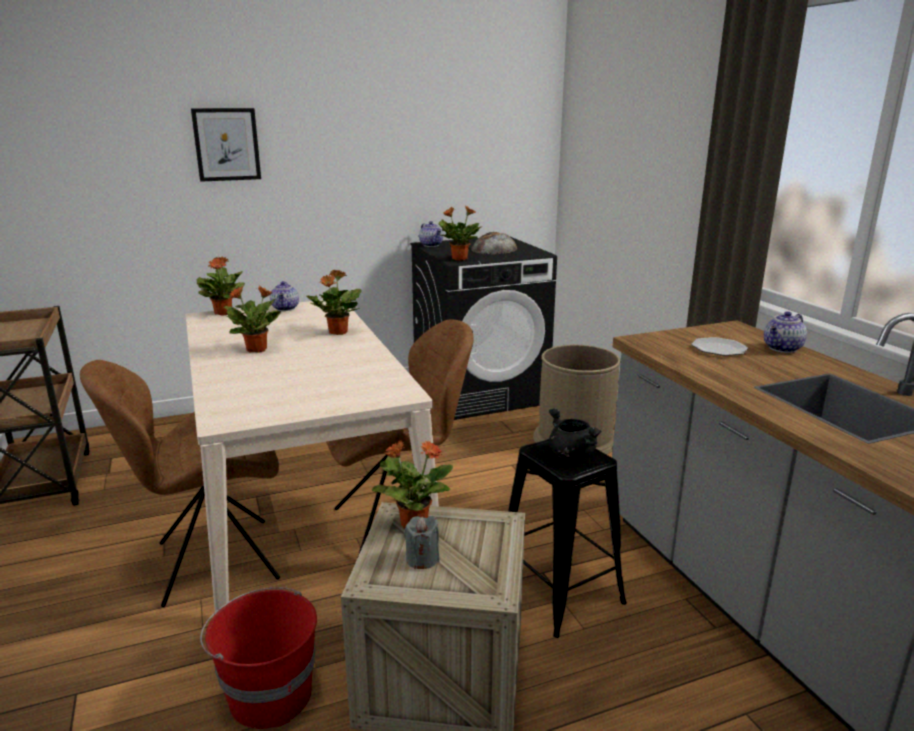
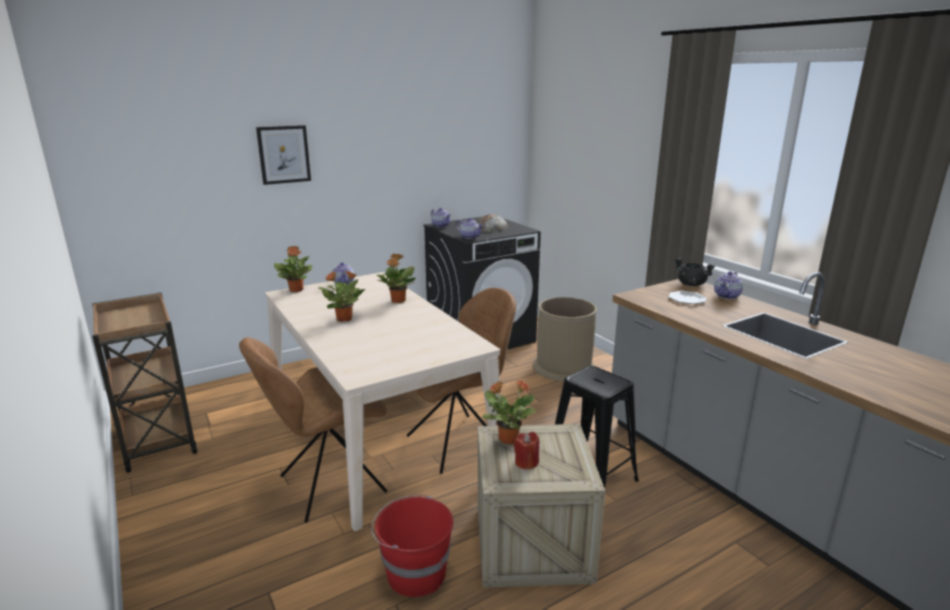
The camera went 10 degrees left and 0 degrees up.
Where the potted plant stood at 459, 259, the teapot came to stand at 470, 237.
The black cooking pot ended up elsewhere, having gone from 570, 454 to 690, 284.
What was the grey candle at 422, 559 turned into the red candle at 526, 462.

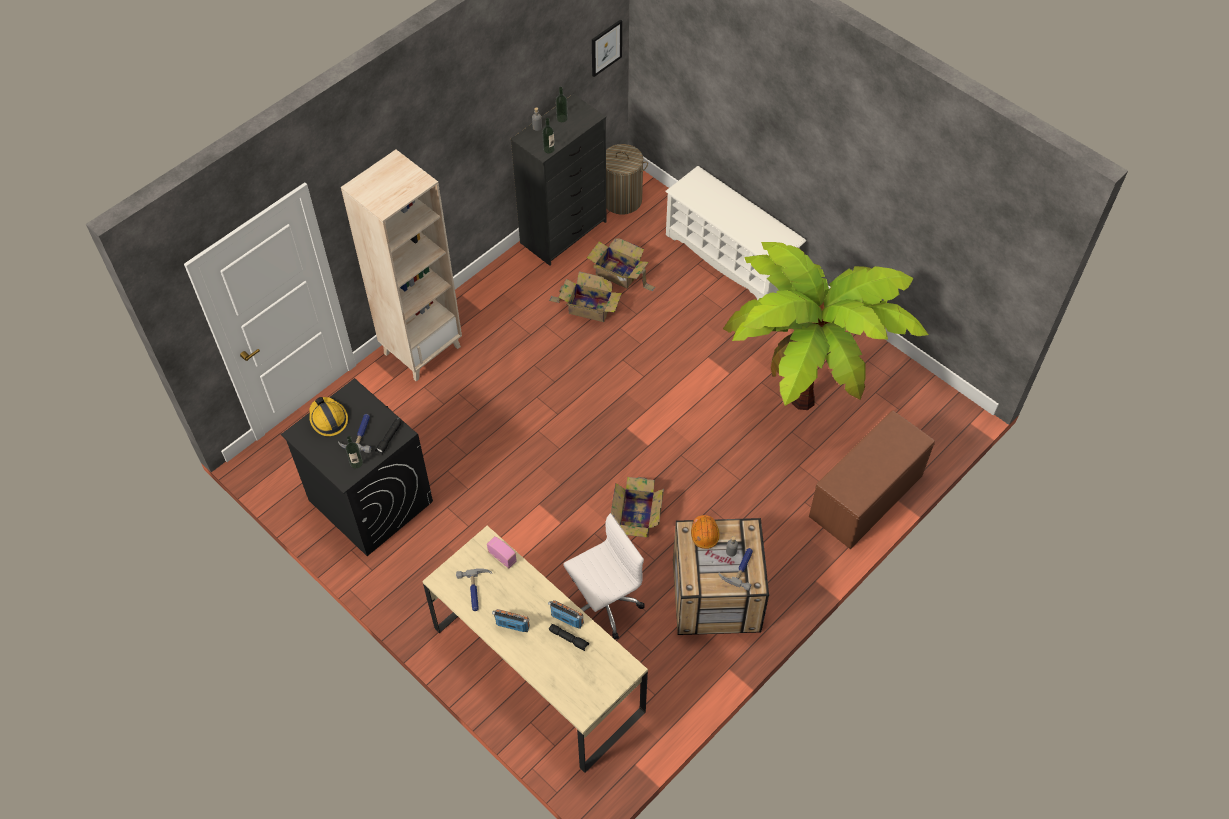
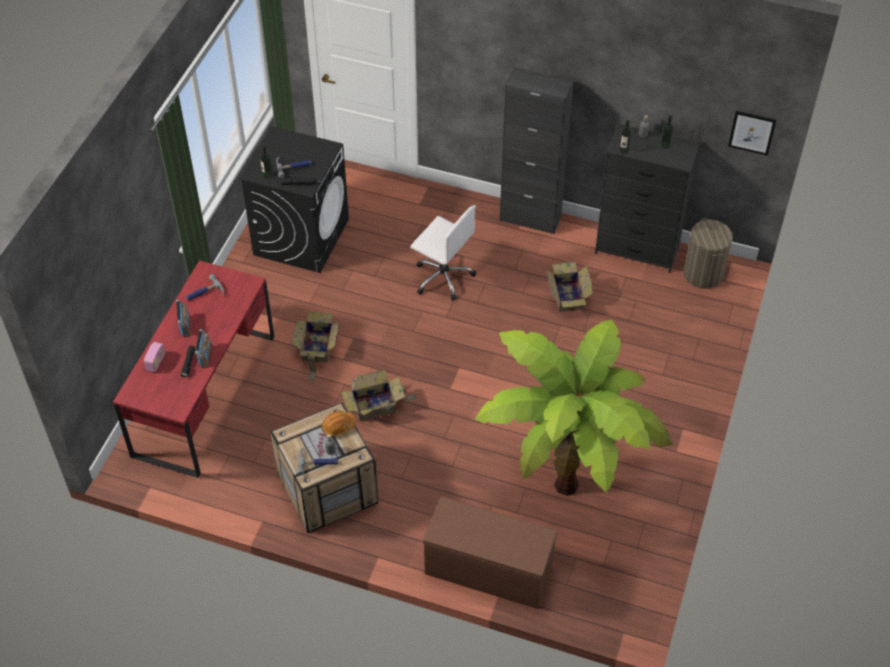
The camera went 65 degrees right and 5 degrees down.
The second view lost the beige bookcase at 422, 349.
The second view lost the white shoe rack at 730, 257.
The cardboard box ended up elsewhere, having gone from 619, 274 to 316, 348.
The second view lost the hard hat at 328, 419.
The white office chair ended up elsewhere, having gone from 603, 603 to 442, 276.
What was the beige desk at 538, 669 turned into the red desk at 205, 395.
The radio ended up elsewhere, having gone from 502, 557 to 156, 362.
The second view gained the black cabinet at 530, 218.

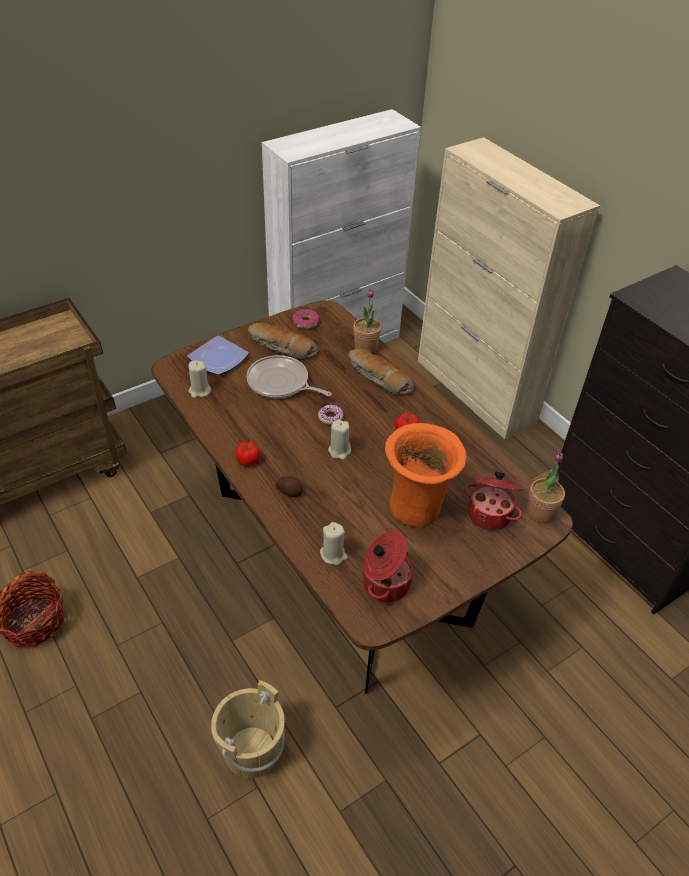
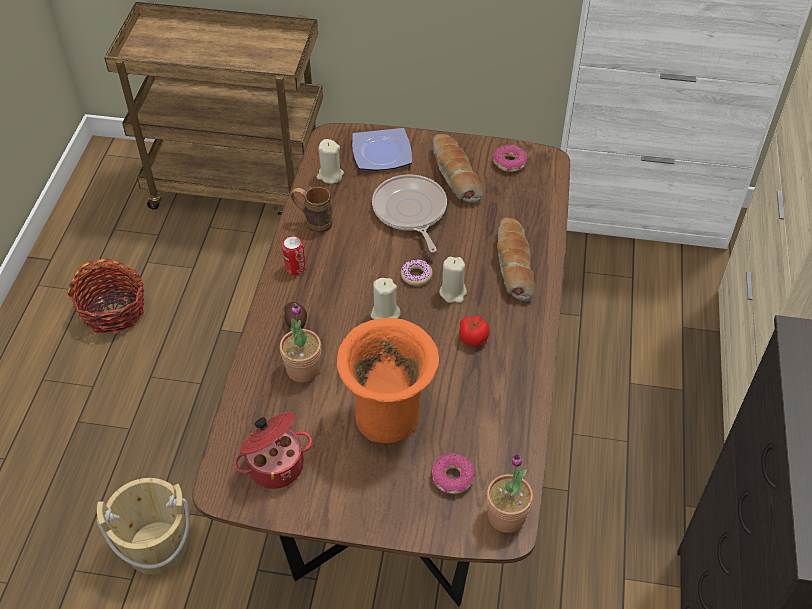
The camera went 45 degrees right and 5 degrees up.
The potted plant ended up elsewhere, having gone from 366, 347 to 303, 369.
Where the tomato stood at 247, 460, the can came to stand at 295, 268.
Where the cooking pot stood at 490, 513, the donut came to stand at 452, 478.
The beige candle ended up elsewhere, having gone from 333, 554 to 453, 292.
The second view gained the brown mug at 313, 222.

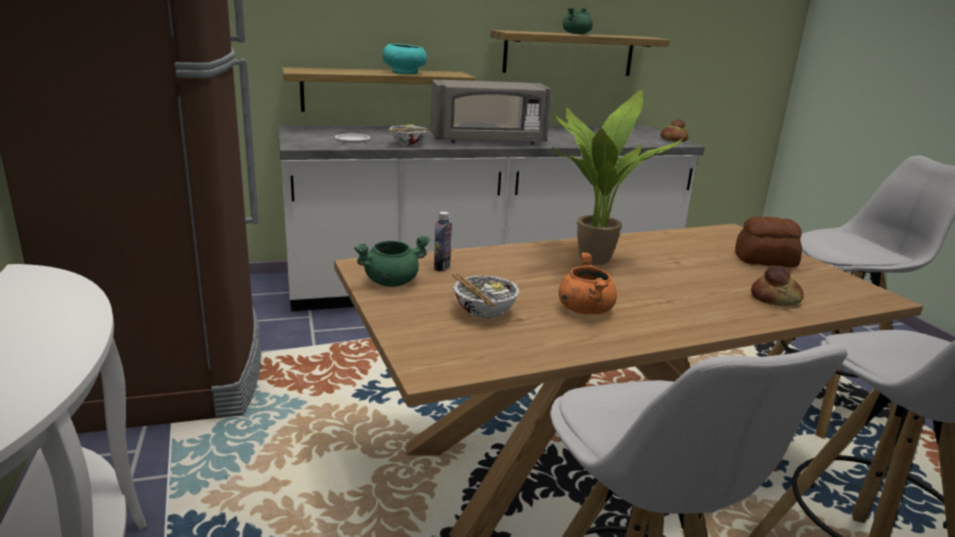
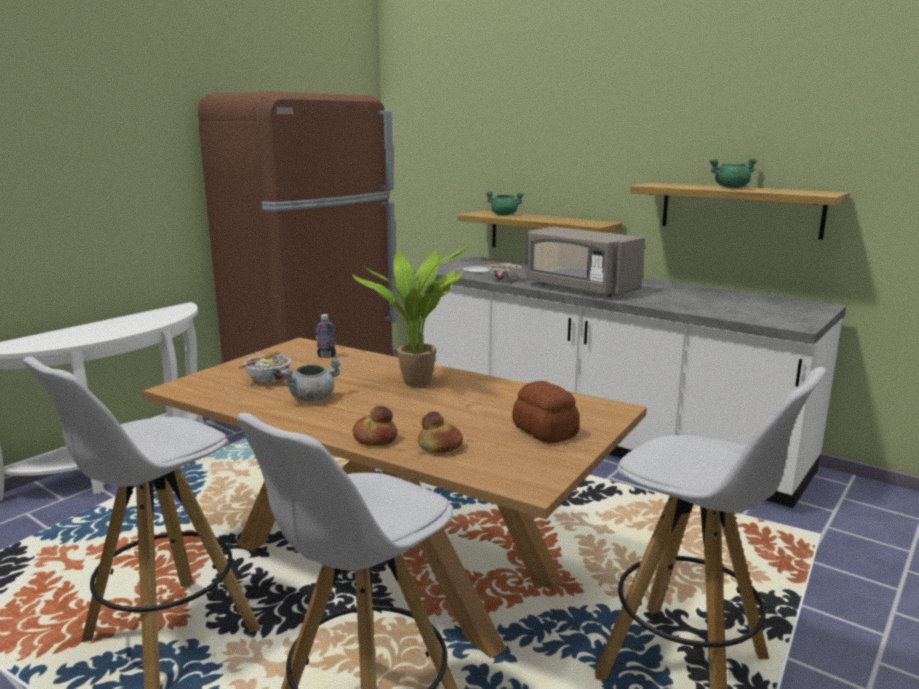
The camera went 55 degrees right and 5 degrees down.
The second view lost the turquoise bowl at 405, 72.
The bread ended up elsewhere, having gone from 673, 140 to 375, 438.
The green cooking pot ended up elsewhere, having gone from 391, 282 to 504, 215.
What was the orange cooking pot at 585, 309 turned into the grey cooking pot at 312, 398.

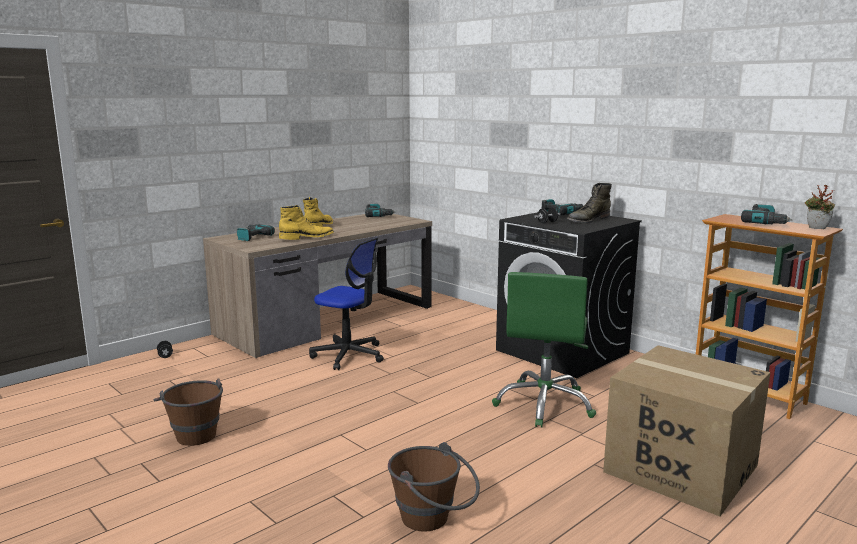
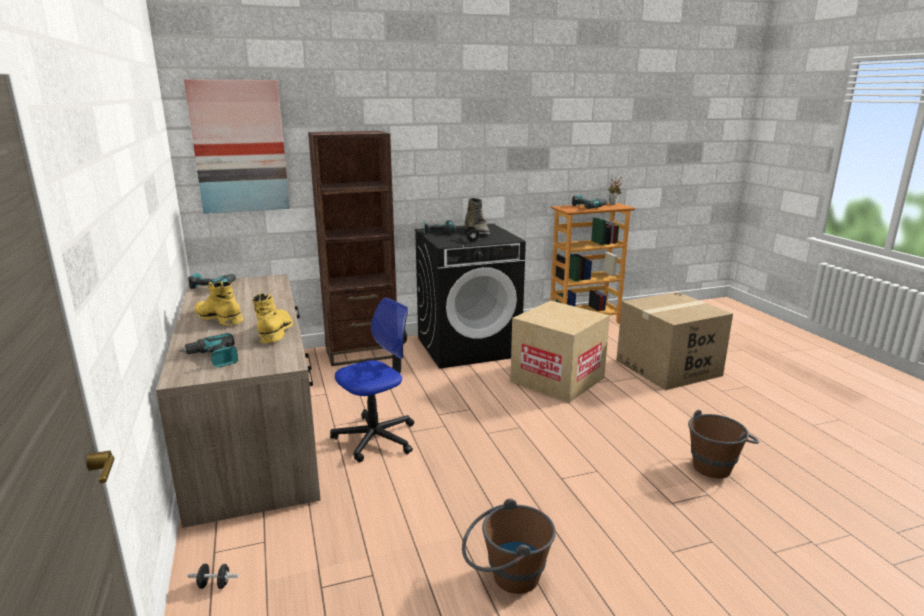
The camera went 65 degrees left and 5 degrees up.
Where the green office chair stood at 544, 404, the cardboard box came to stand at 557, 379.
The second view gained the picture at 239, 147.
The second view gained the brown bookcase at 361, 352.

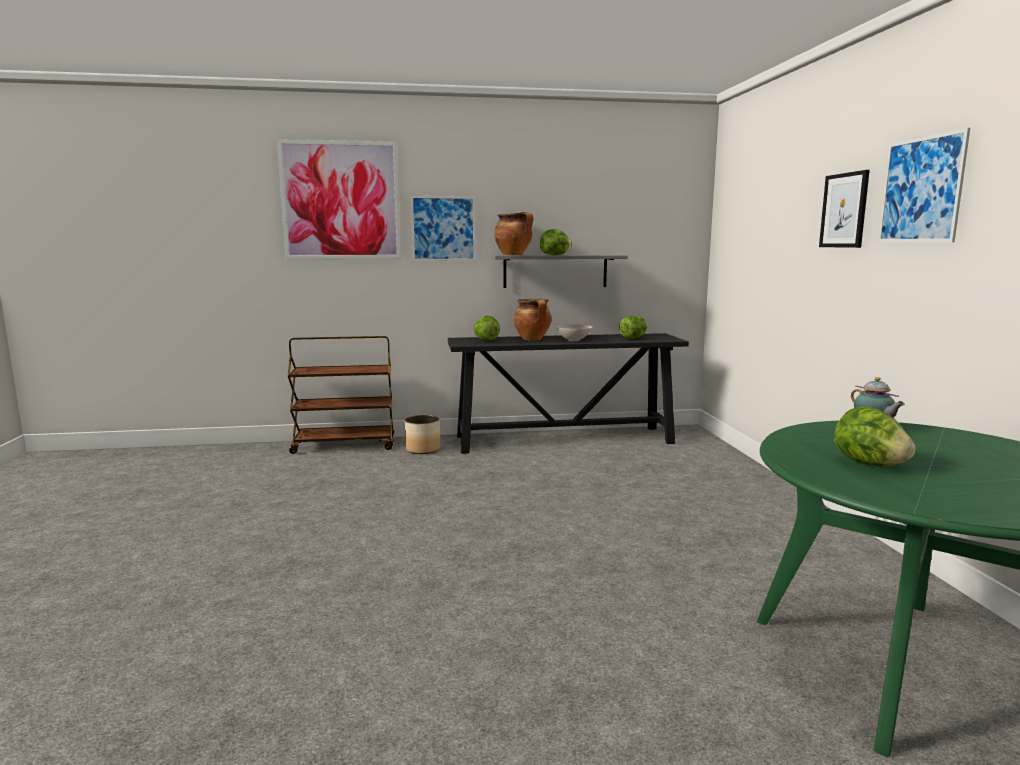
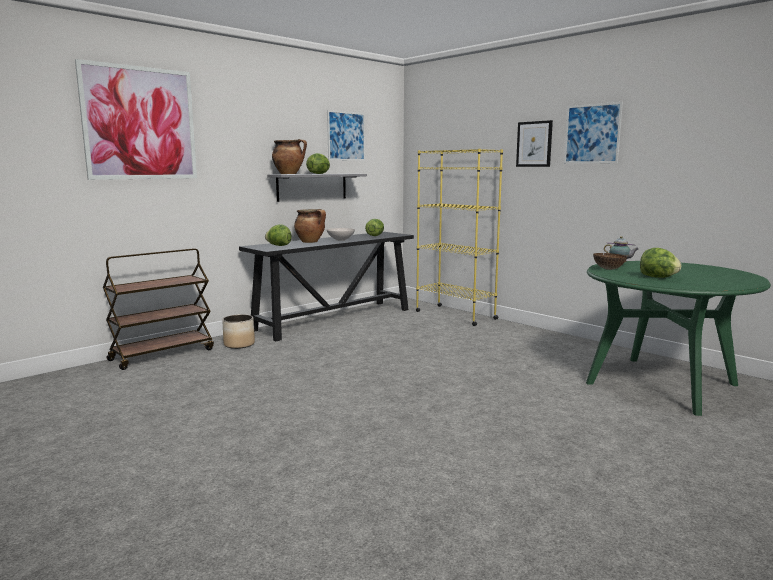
The camera went 35 degrees left and 0 degrees up.
The picture ended up elsewhere, having gone from 443, 228 to 346, 136.
The second view gained the yellow bookcase at 455, 315.
The second view gained the bowl at 609, 269.

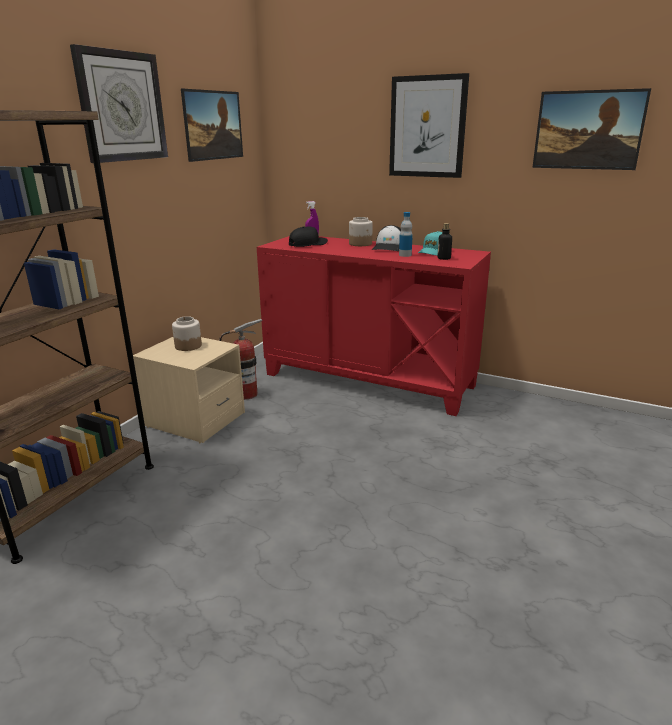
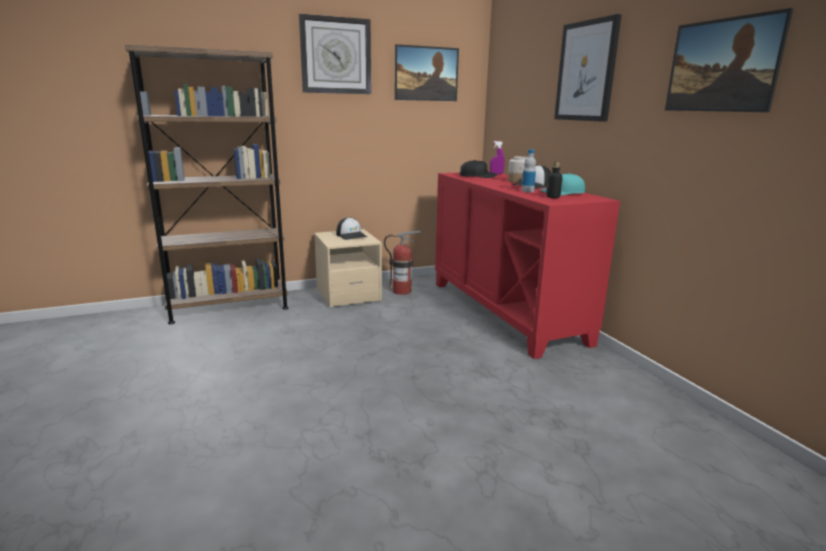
The camera went 40 degrees right and 5 degrees down.
Where the jar stood at 188, 346, the cap came to stand at 351, 235.

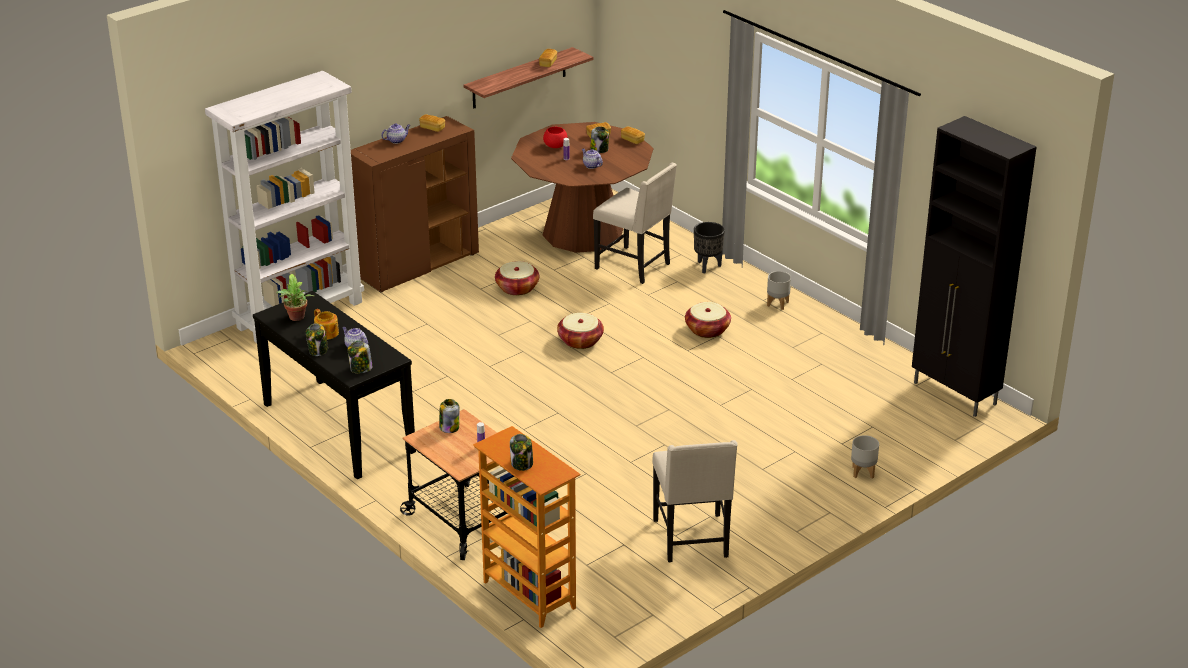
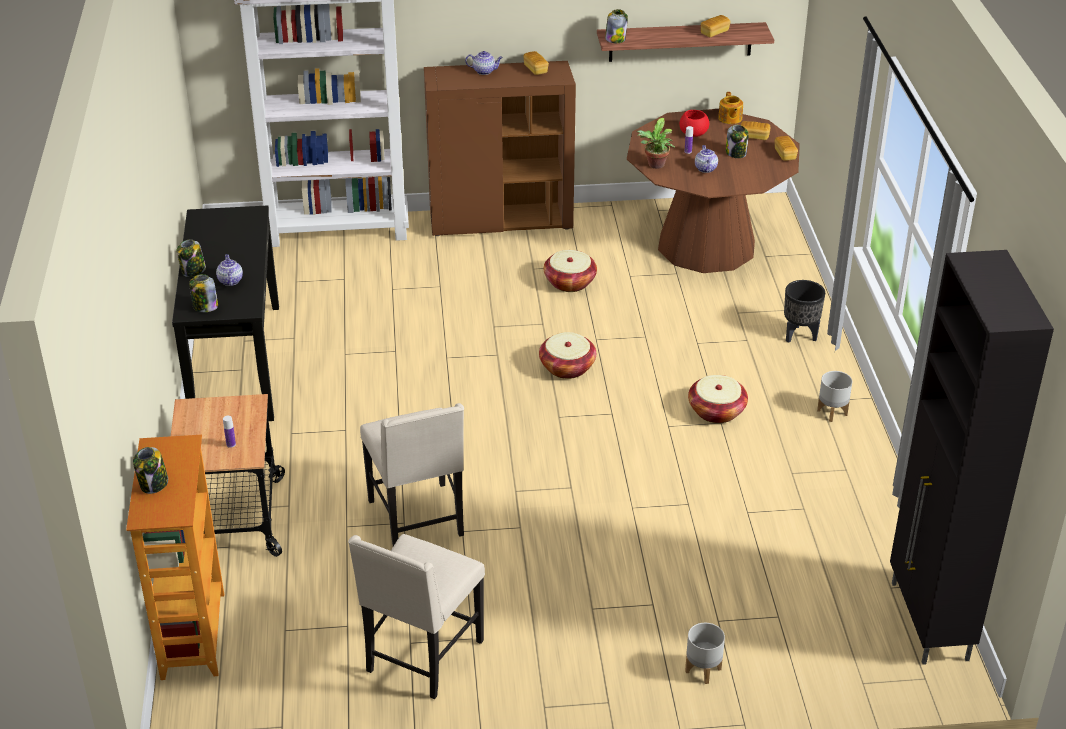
The camera went 35 degrees right and 5 degrees up.
The beige chair ended up elsewhere, having gone from 634, 266 to 418, 519.
The potted plant ended up elsewhere, having gone from 296, 318 to 655, 165.
The teapot ended up elsewhere, having gone from 327, 333 to 730, 118.
The jar ended up elsewhere, having gone from 449, 427 to 615, 39.

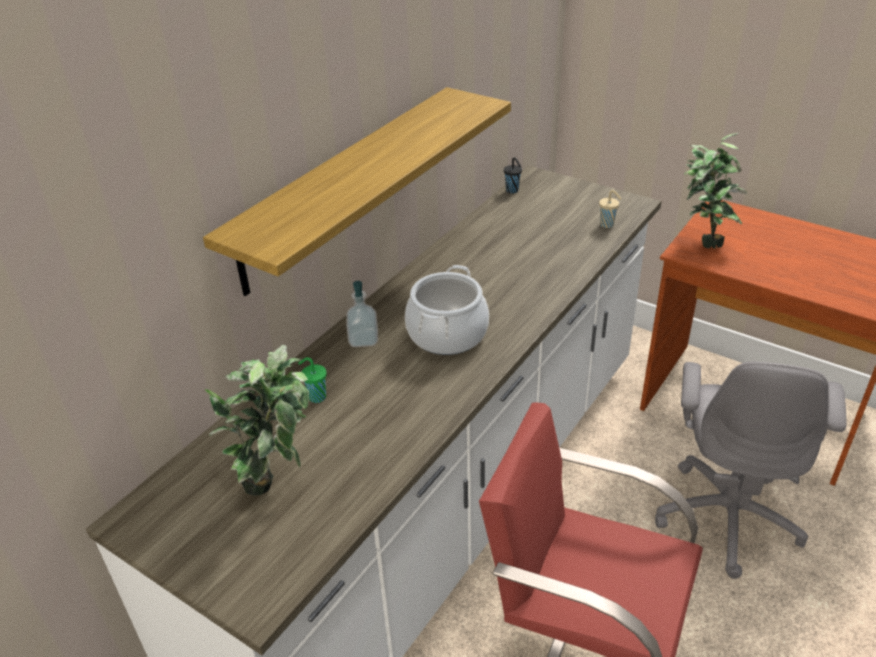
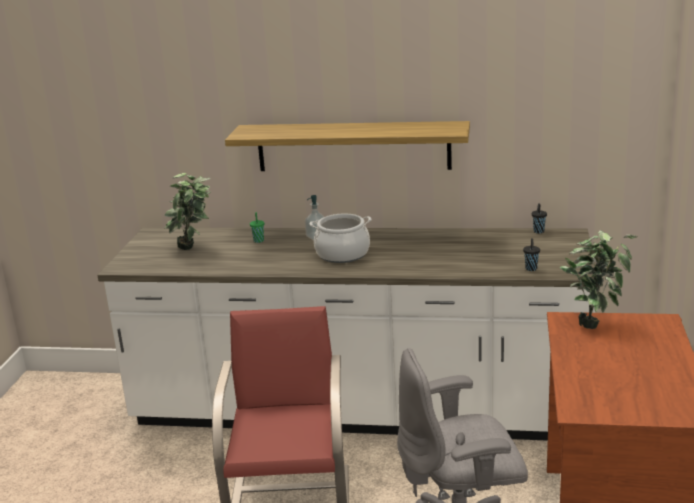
The camera went 65 degrees right and 15 degrees down.
What was the beige cup at 607, 225 turned into the black cup at 531, 269.

